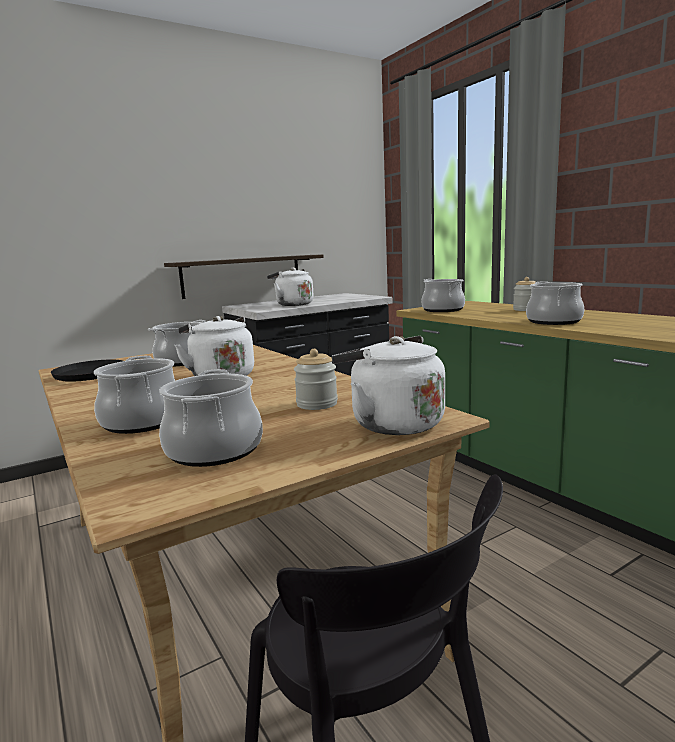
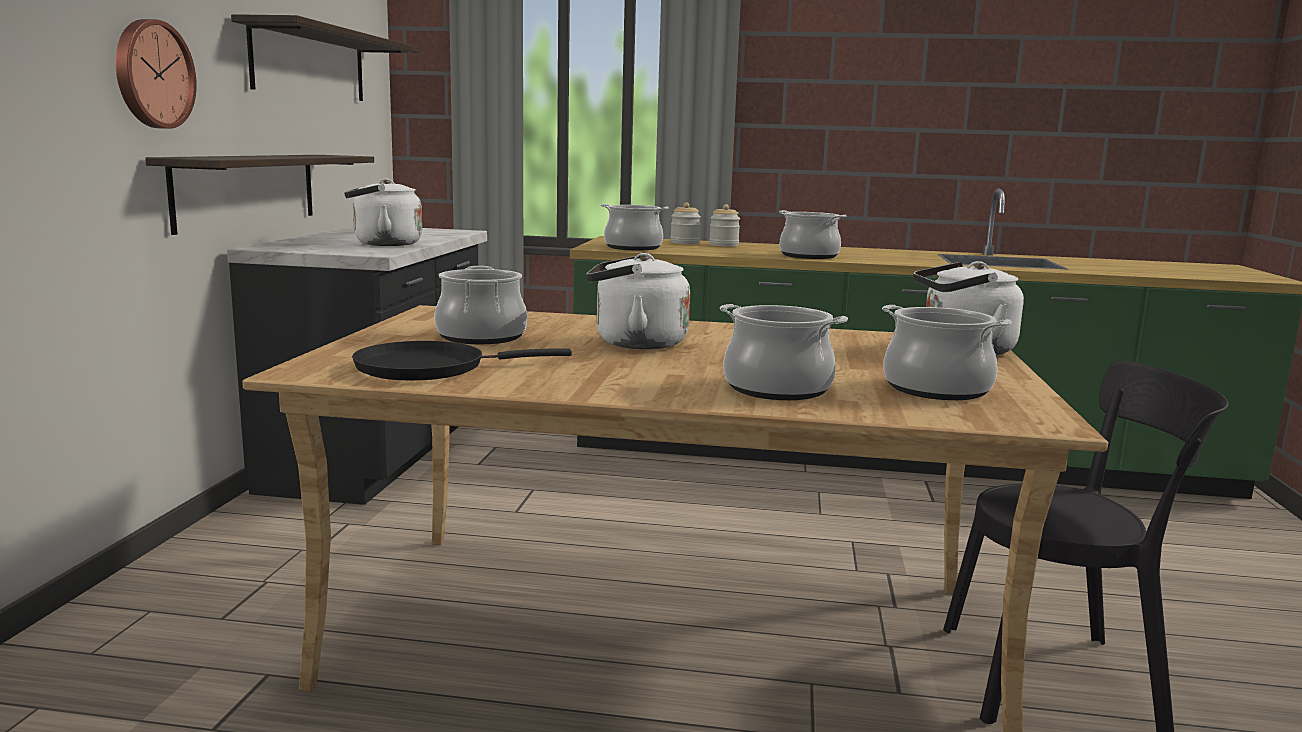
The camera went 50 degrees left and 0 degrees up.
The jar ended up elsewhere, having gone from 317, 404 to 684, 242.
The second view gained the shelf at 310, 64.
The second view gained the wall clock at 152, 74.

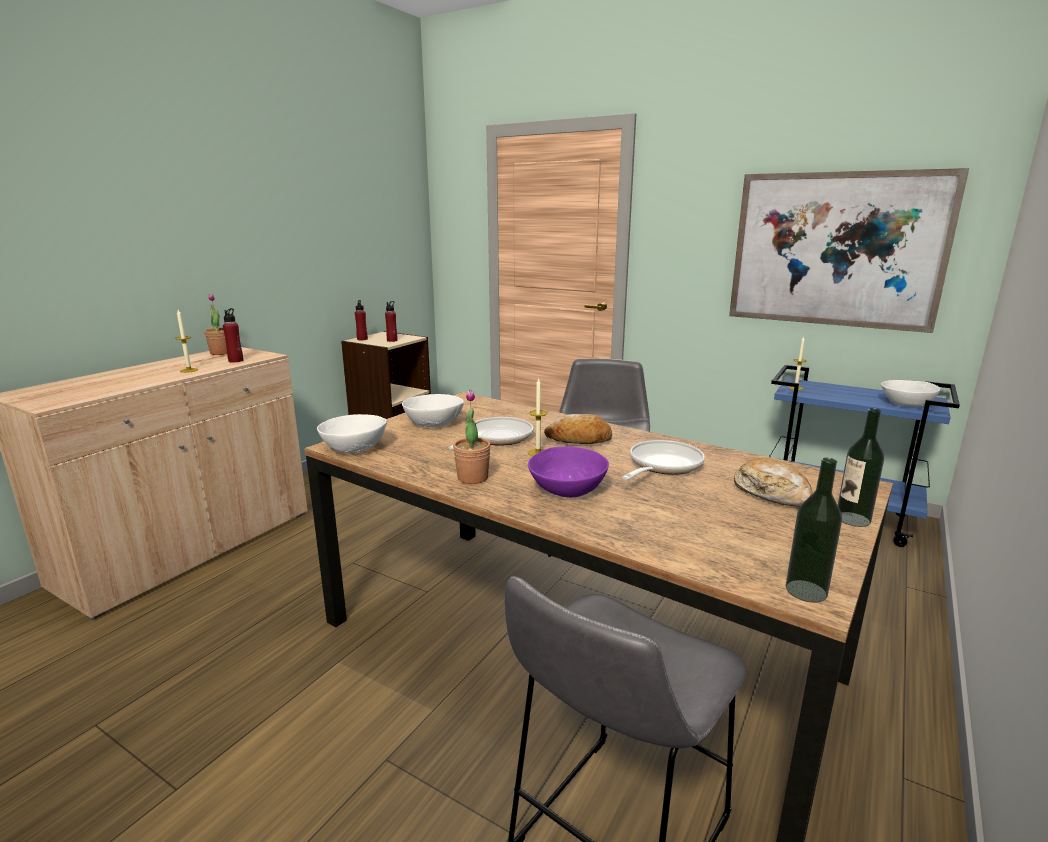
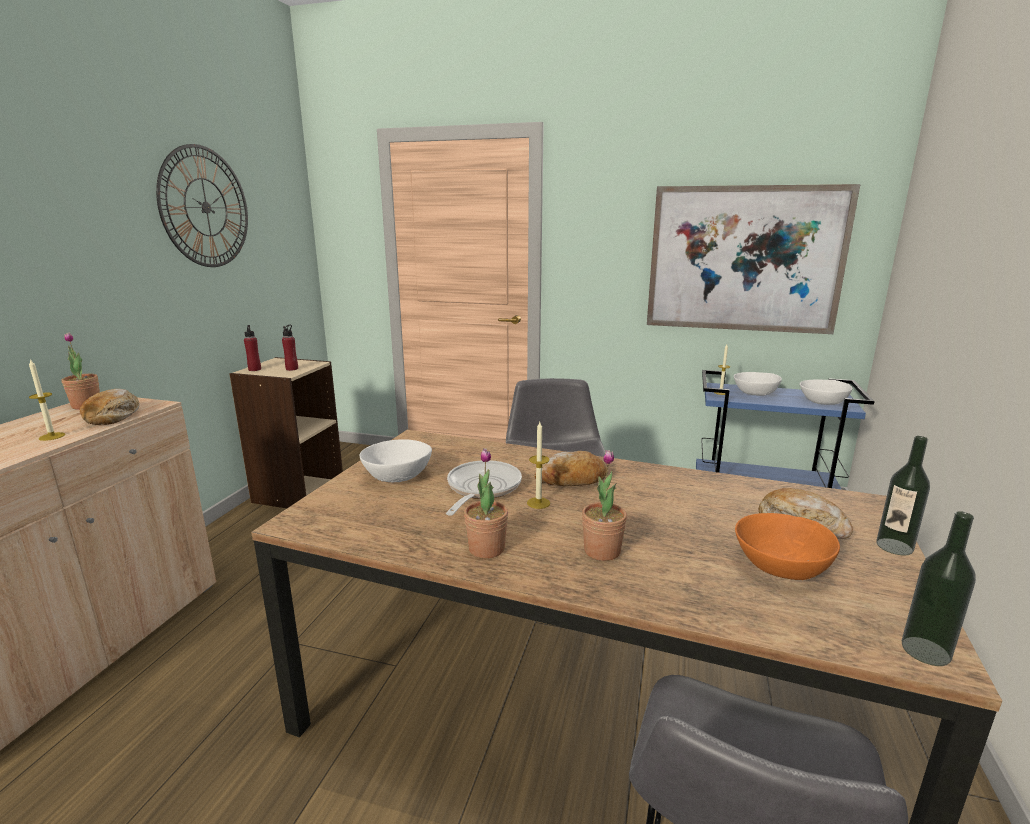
The camera went 15 degrees left and 0 degrees up.
Where the red bottle stood at 236, 360, the bread came to stand at 114, 416.
The white bowl ended up elsewhere, having gone from 354, 448 to 755, 393.
The second view lost the frying pan at 662, 465.
Where the purple bowl stood at 567, 490, the potted plant came to stand at 602, 551.
The second view gained the wall clock at 205, 207.
The second view gained the orange bowl at 780, 566.

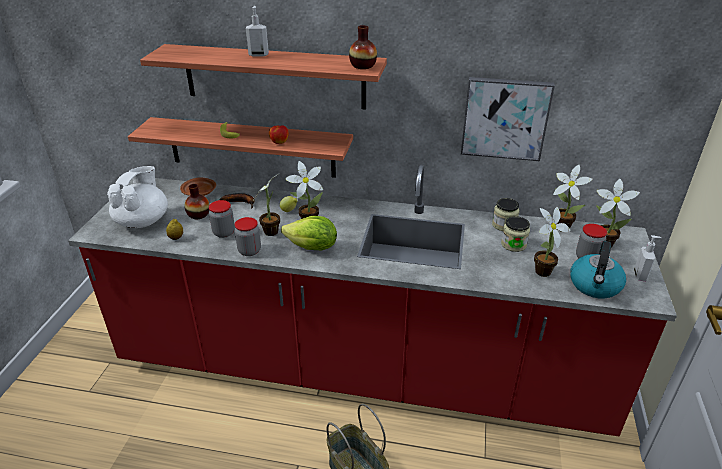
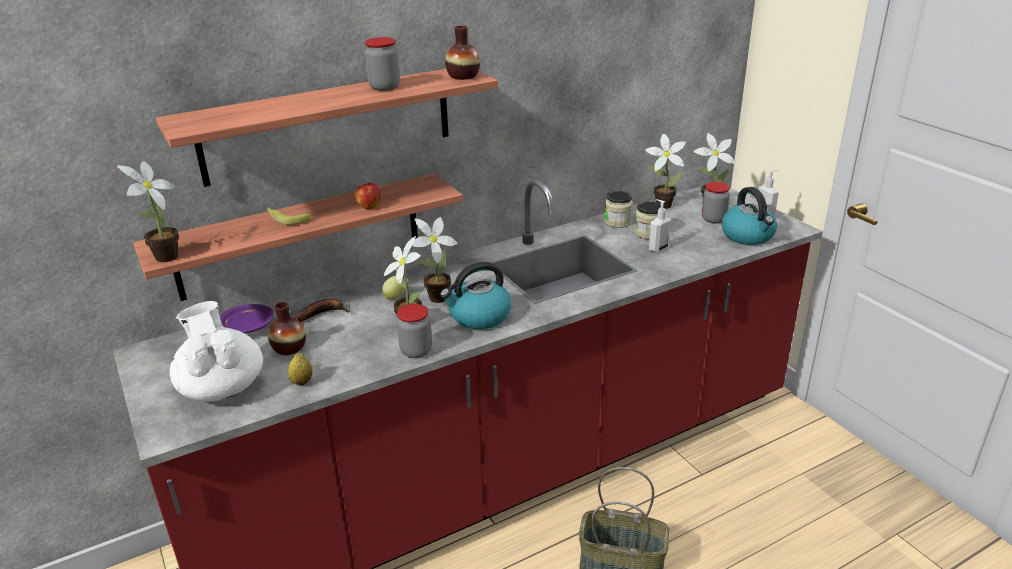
The camera went 40 degrees left and 5 degrees down.
The soap dispenser ended up elsewhere, having gone from 258, 55 to 658, 248.
The second view lost the picture at 505, 118.
What was the brown plate at 199, 193 turned into the purple plate at 248, 327.
The jar ended up elsewhere, having gone from 224, 232 to 384, 87.
The potted plant ended up elsewhere, having gone from 540, 272 to 164, 259.
Where the lettuce stood at 312, 247, the kettle came to stand at 479, 316.

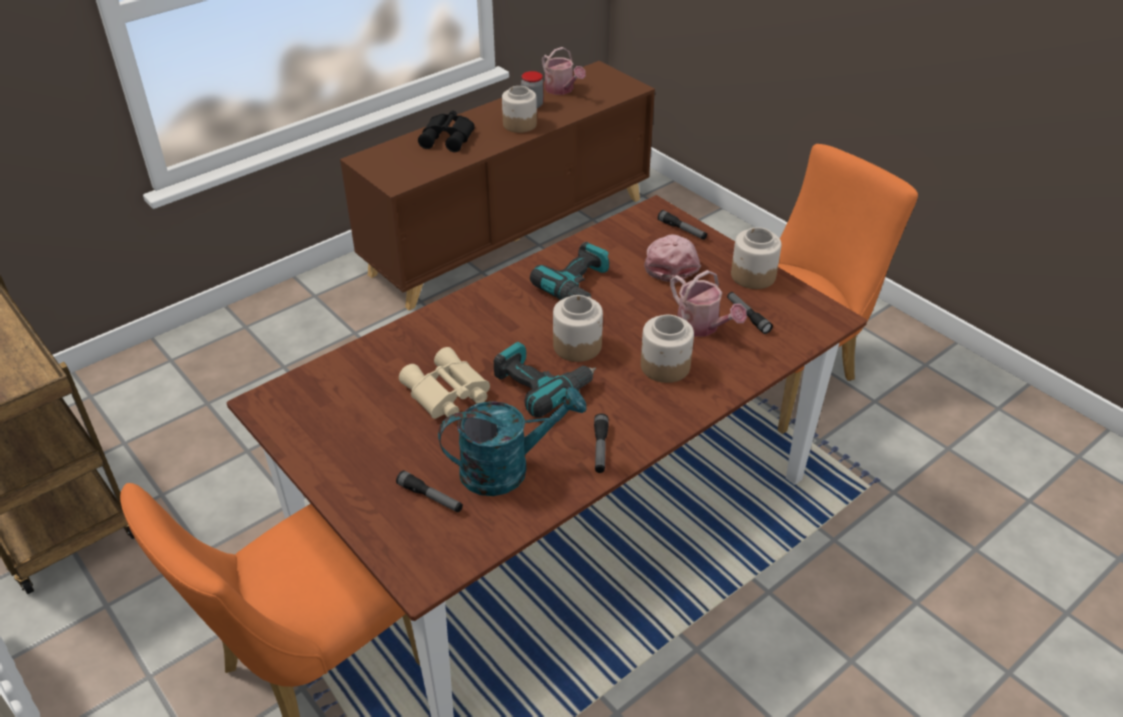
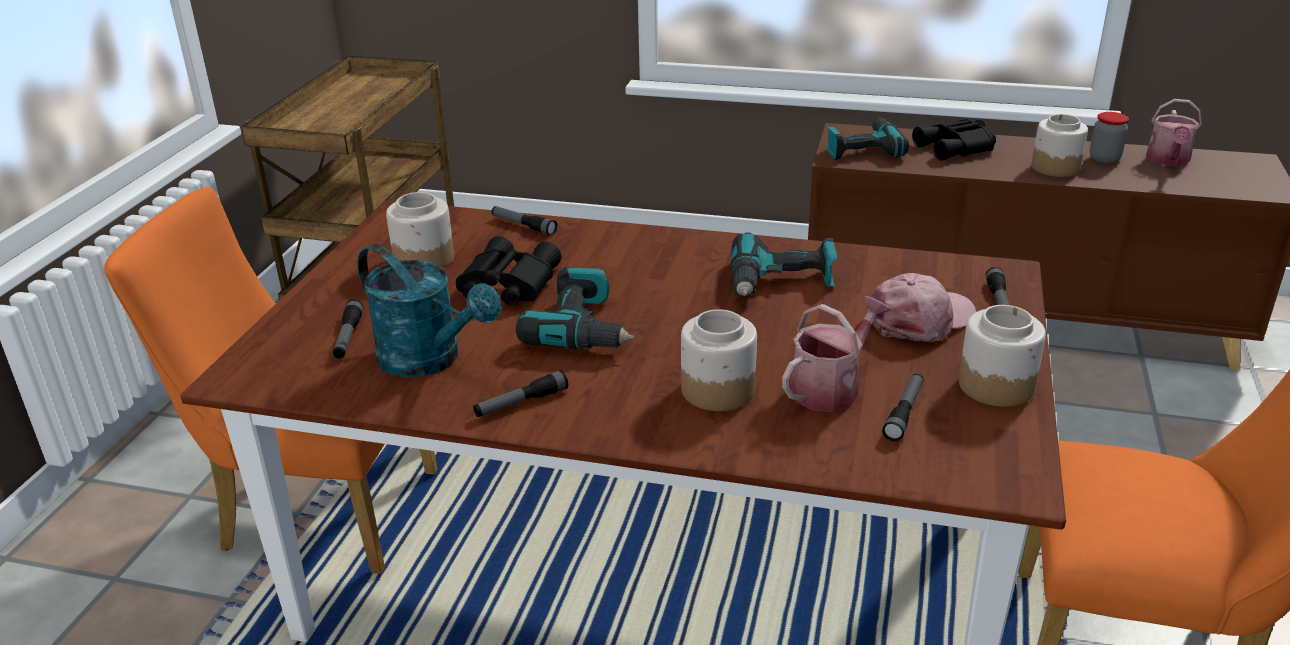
The camera went 55 degrees right and 10 degrees down.
The watering can at 702, 327 ended up facing another way, 150 degrees counterclockwise from before.
The jar ended up elsewhere, having gone from 577, 346 to 425, 259.
What was the beige binoculars at 446, 394 turned into the black binoculars at 506, 285.
The second view gained the power drill at 862, 149.
The second view gained the flashlight at 523, 226.

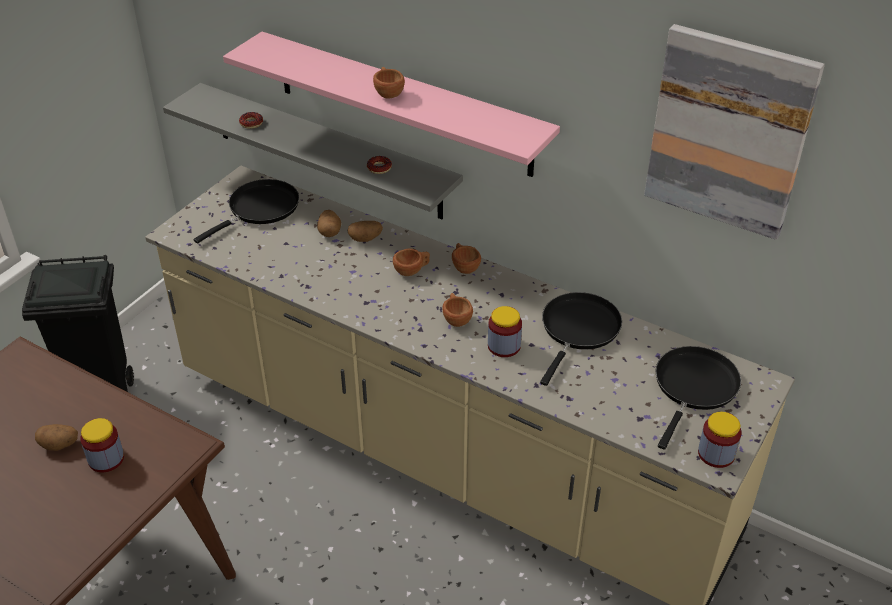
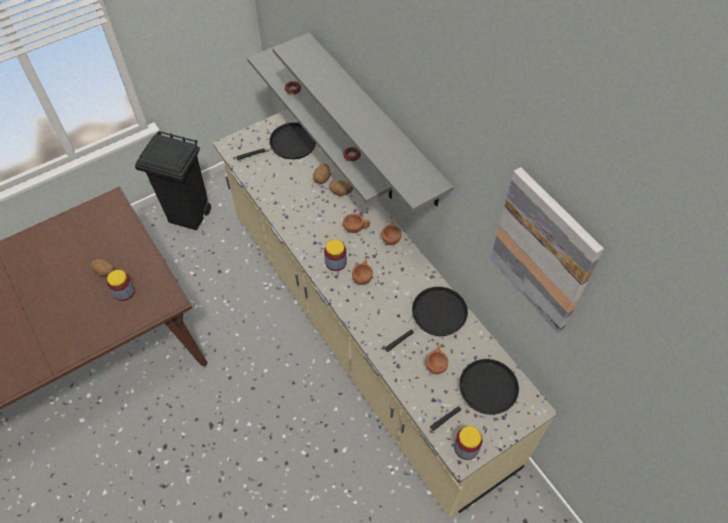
The camera went 25 degrees right and 15 degrees up.
What was the pink shelf at 402, 104 turned into the grey shelf at 375, 120.
The brown cup ended up elsewhere, having gone from 388, 93 to 436, 364.
The jar ended up elsewhere, having gone from 504, 346 to 335, 262.

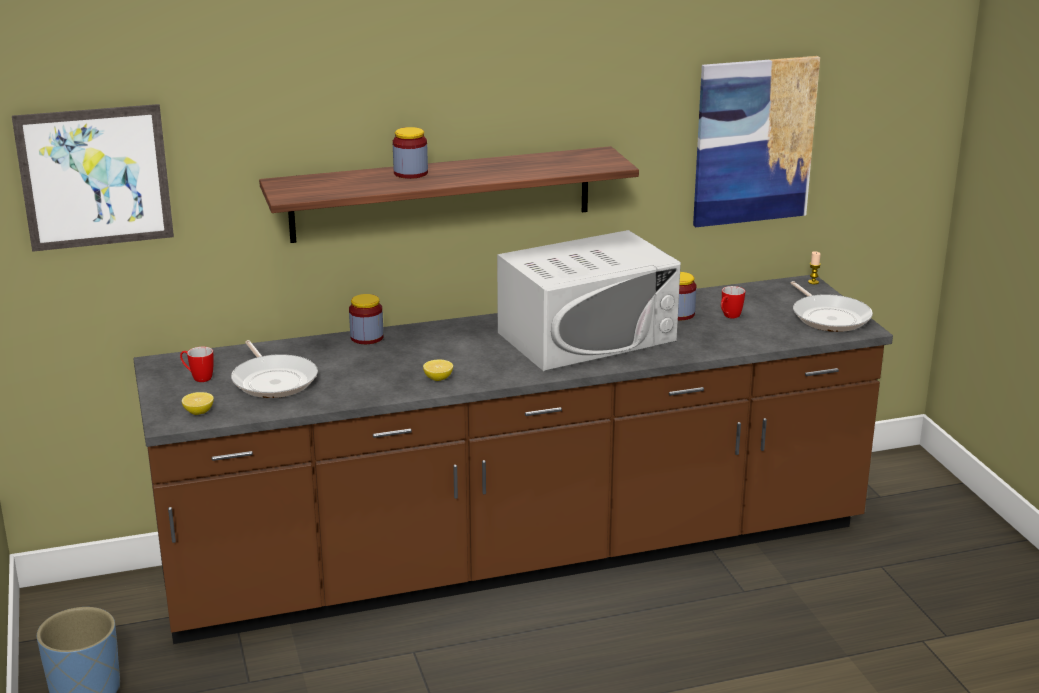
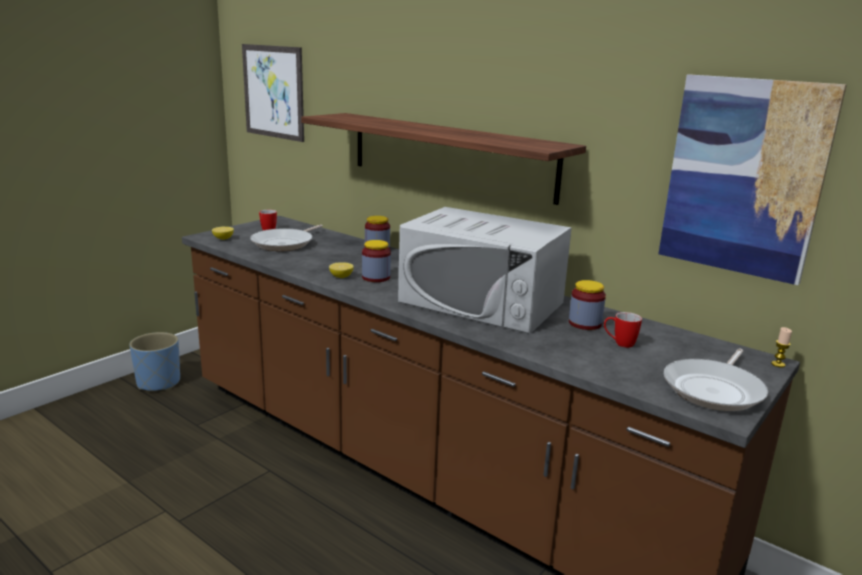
The camera went 55 degrees right and 5 degrees down.
The jar ended up elsewhere, having gone from 410, 173 to 376, 277.

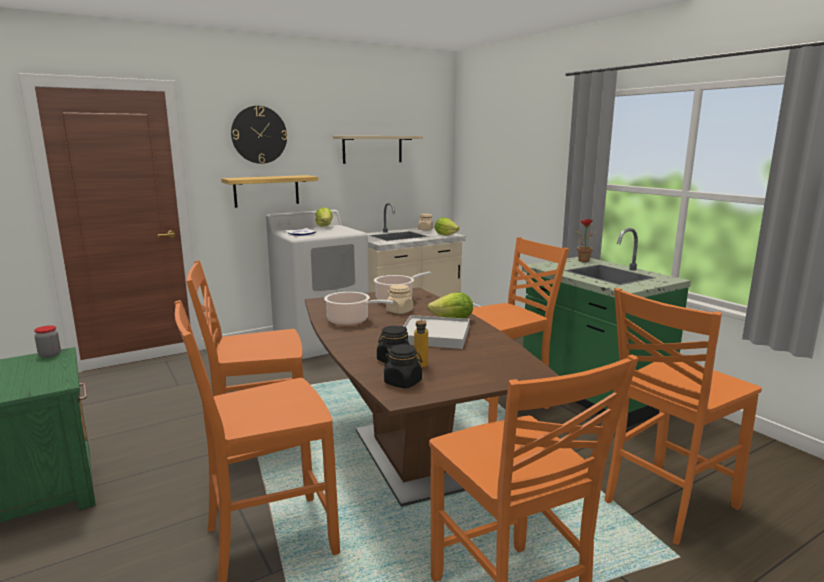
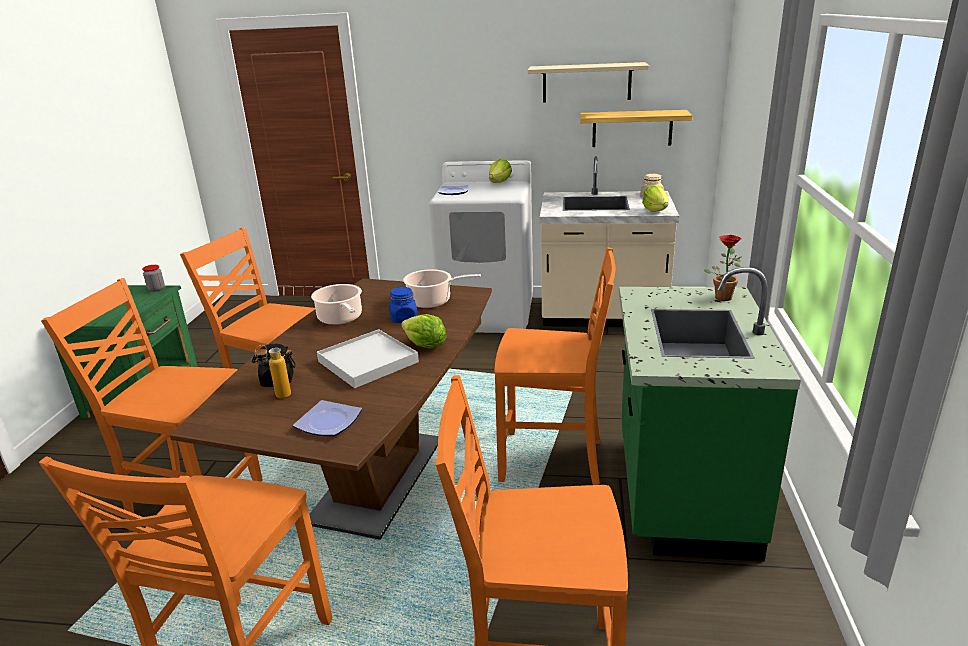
The camera went 40 degrees right and 10 degrees up.
The second view lost the wall clock at 259, 135.
The shelf ended up elsewhere, having gone from 266, 191 to 632, 128.
What was the beige jar at 399, 311 turned into the blue jar at 404, 318.
The second view lost the black jar at 403, 382.
The second view gained the plate at 330, 422.

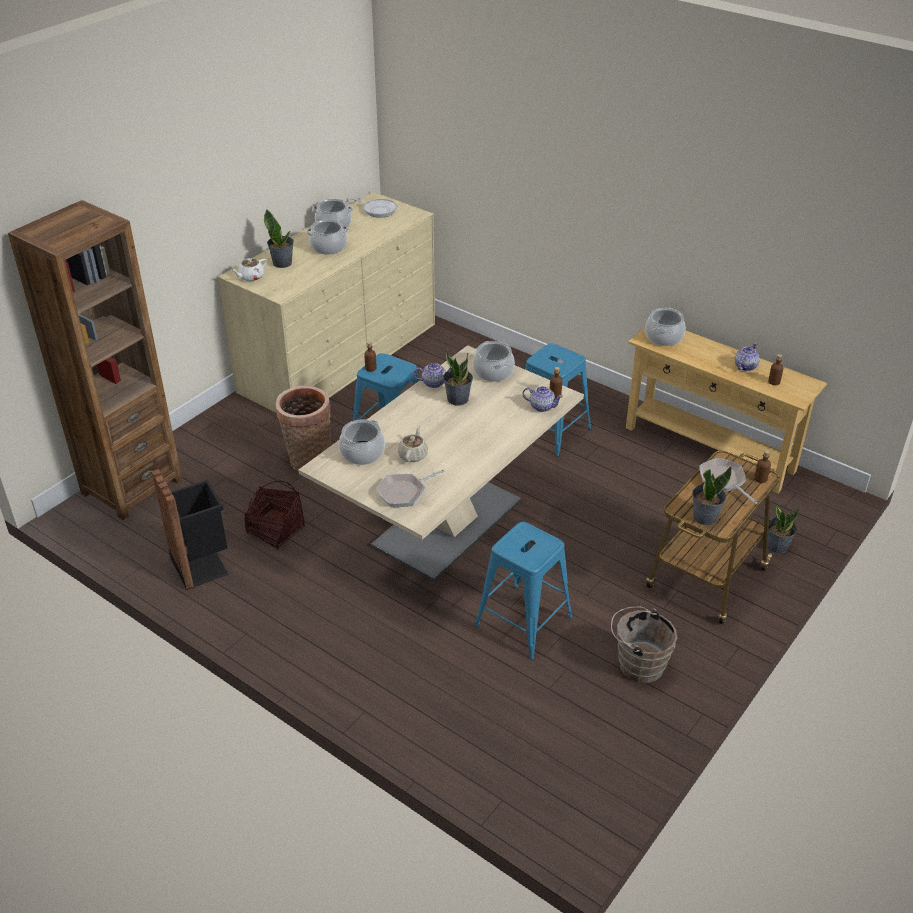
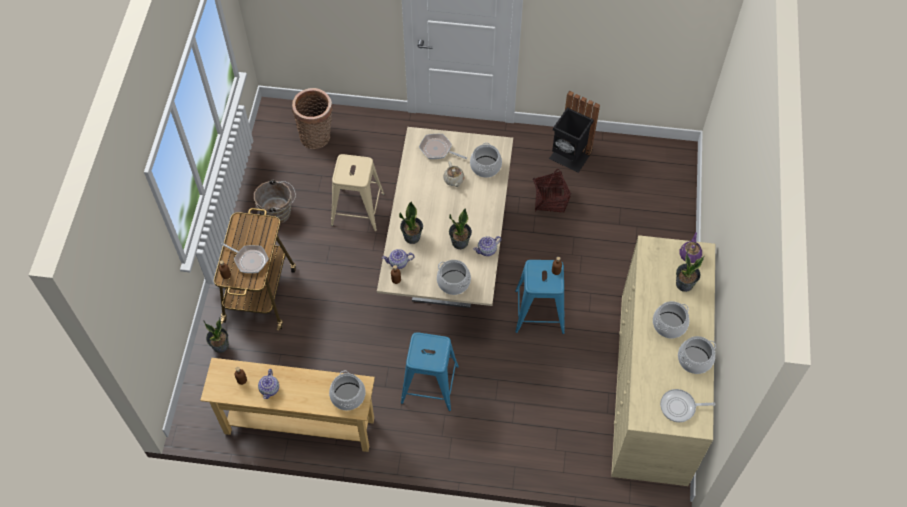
The camera went 150 degrees right and 20 degrees up.
The second view lost the brown bookcase at 131, 486.
What was the white teapot at 251, 277 turned into the purple teapot at 690, 254.
The basket ended up elsewhere, having gone from 308, 460 to 317, 137.
The potted plant ended up elsewhere, having gone from 704, 517 to 412, 237.
The frying pan at 404, 492 ended up facing another way, 90 degrees counterclockwise from before.
What was the blue stool at 523, 621 turned into the beige stool at 358, 209.

